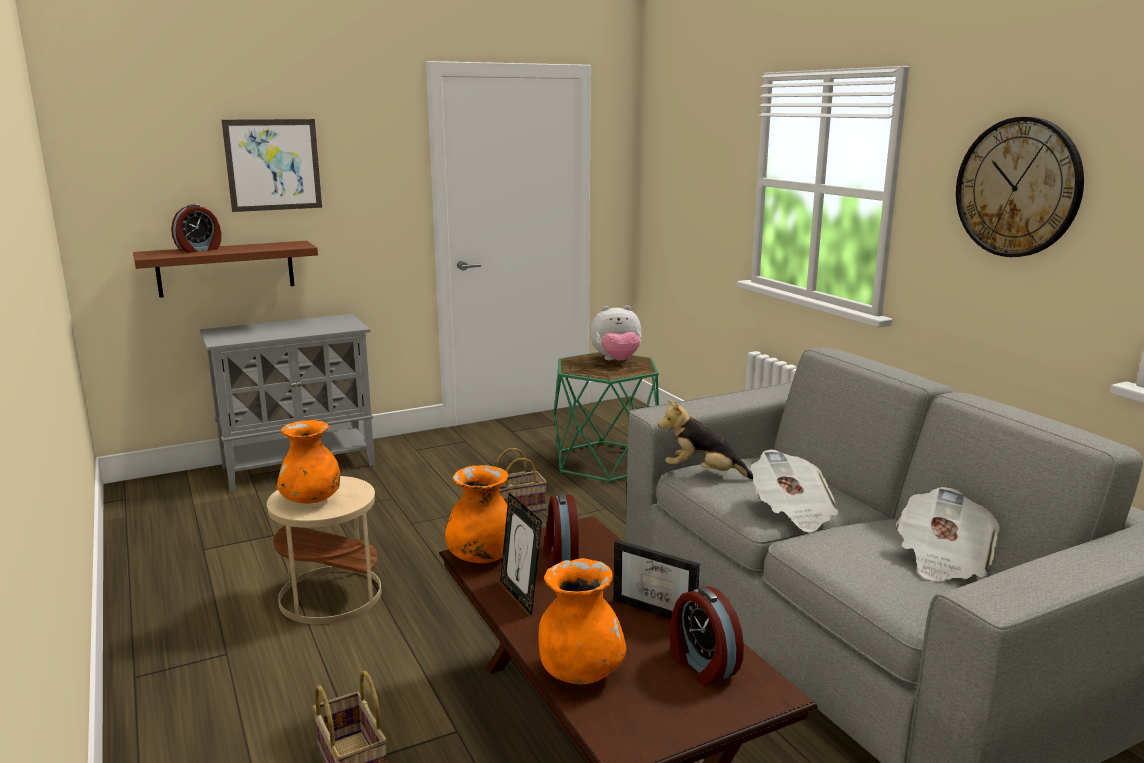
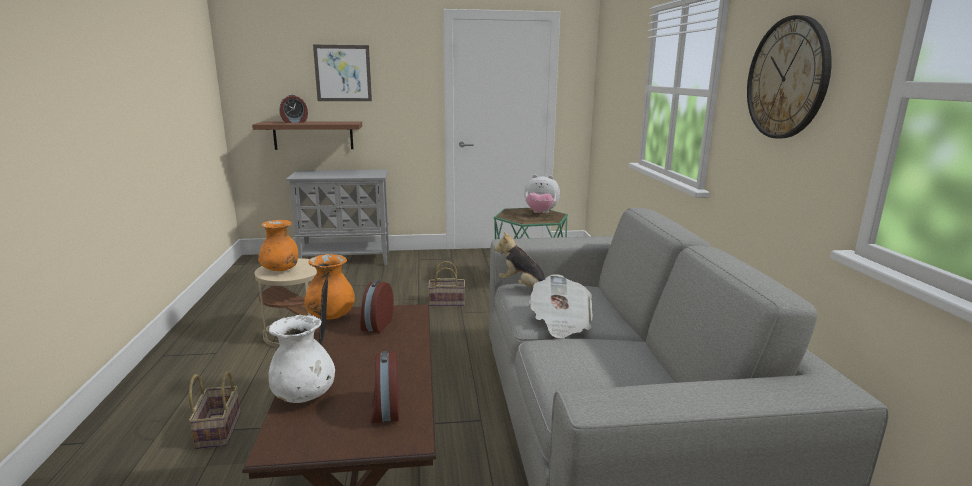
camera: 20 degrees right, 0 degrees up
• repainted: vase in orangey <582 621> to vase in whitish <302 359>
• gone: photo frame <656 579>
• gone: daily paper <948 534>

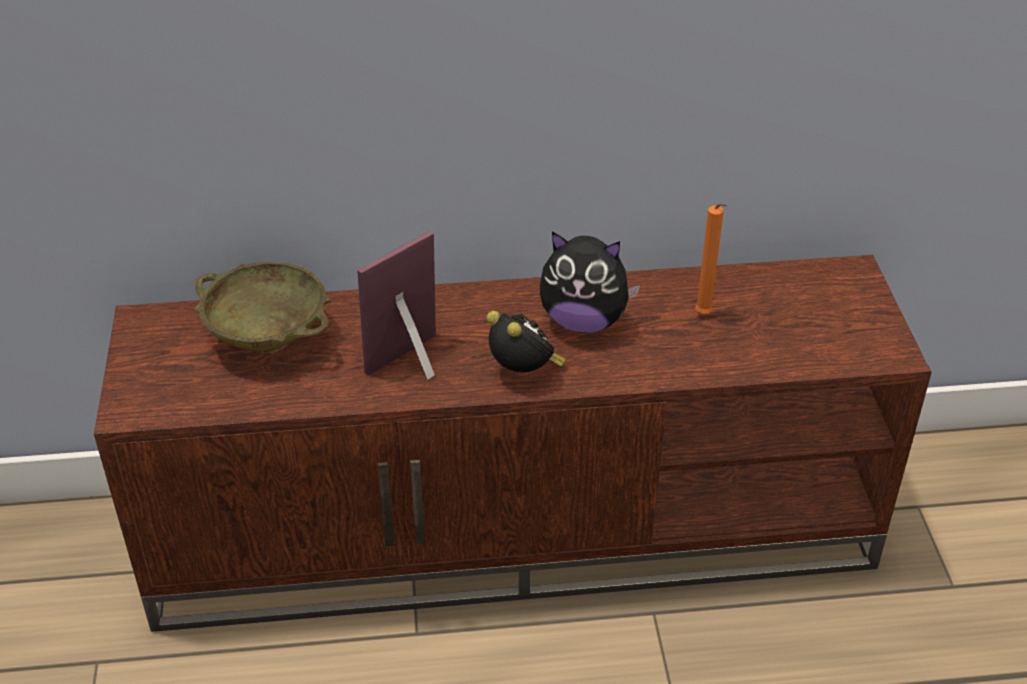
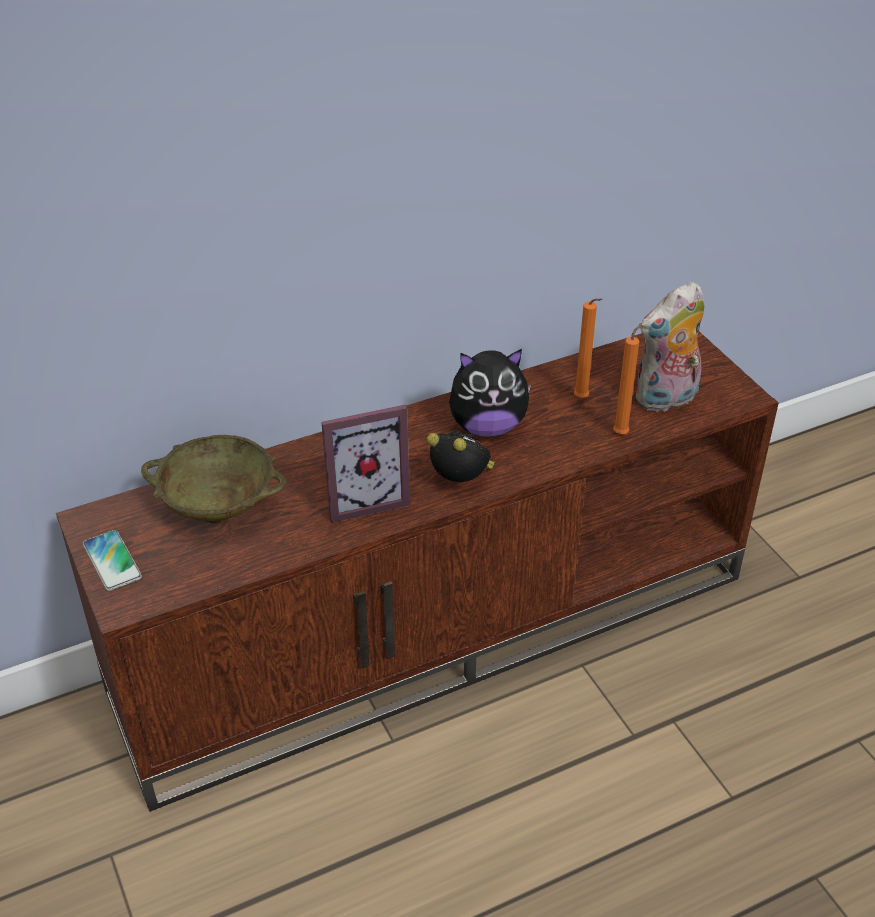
camera: 20 degrees left, 0 degrees up
• rotated: photo frame <396 305> = <366 464> 135 degrees counterclockwise
• new: telephone <112 560>
• new: candle in orangey <627 378>
• new: plush toy <670 347>

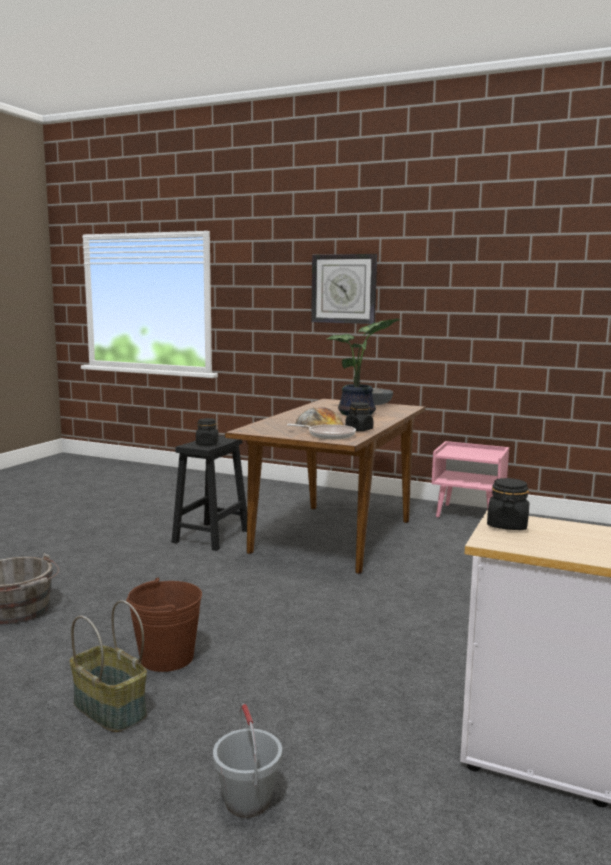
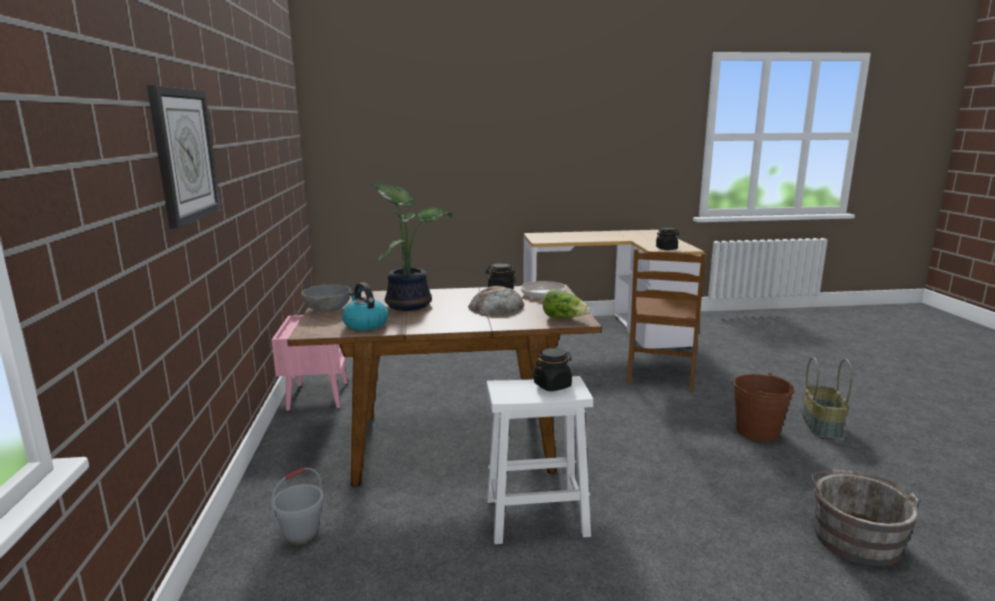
camera: 120 degrees left, 5 degrees up
• repainted: stool in blackish <209 493> to stool in whitish <540 460>
• shifted: bucket in greyish <247 760> to <297 506>
• new: tea kettle <365 306>
• new: lettuce <567 303>
• new: plain chair in brown <666 320>

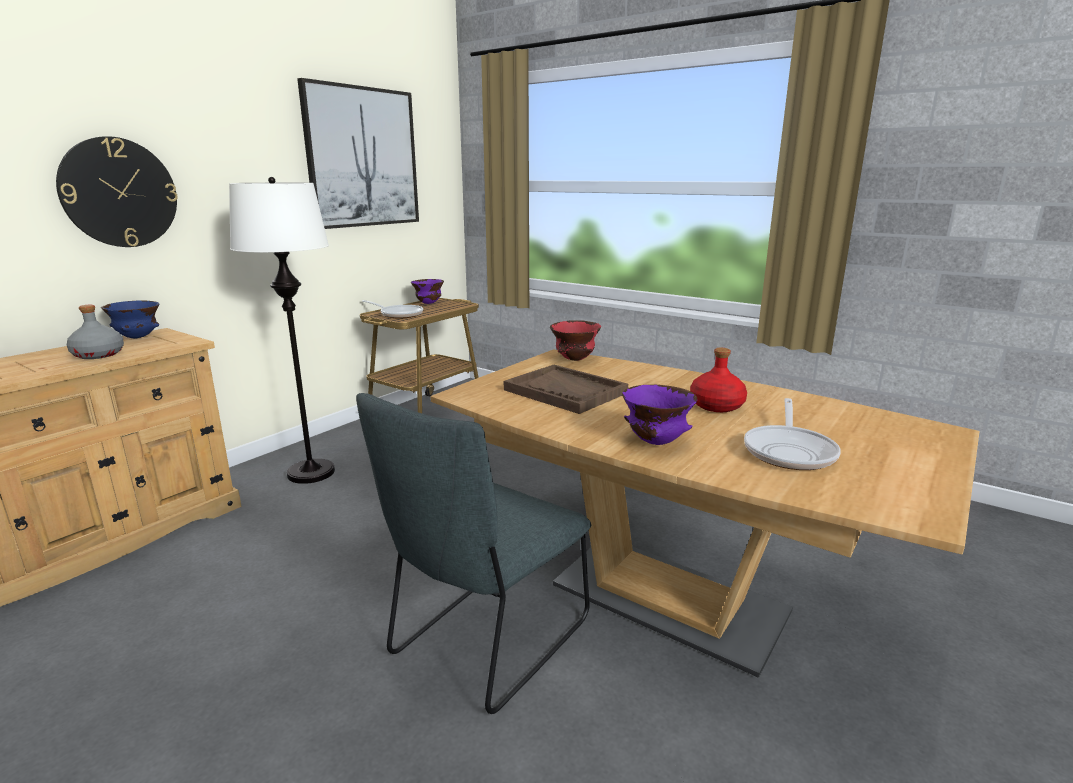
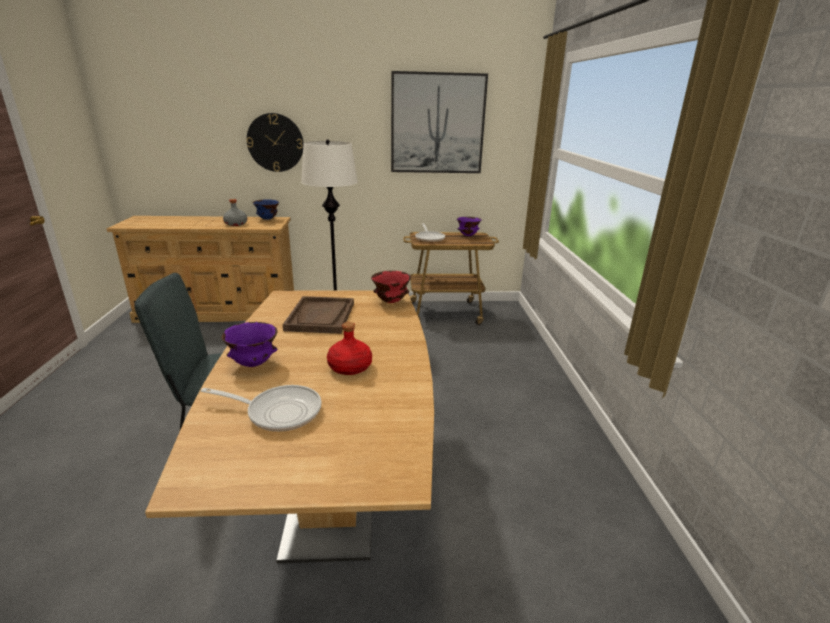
camera: 50 degrees right, 5 degrees up
• rotated: pan <792 434> = <261 408> 150 degrees counterclockwise

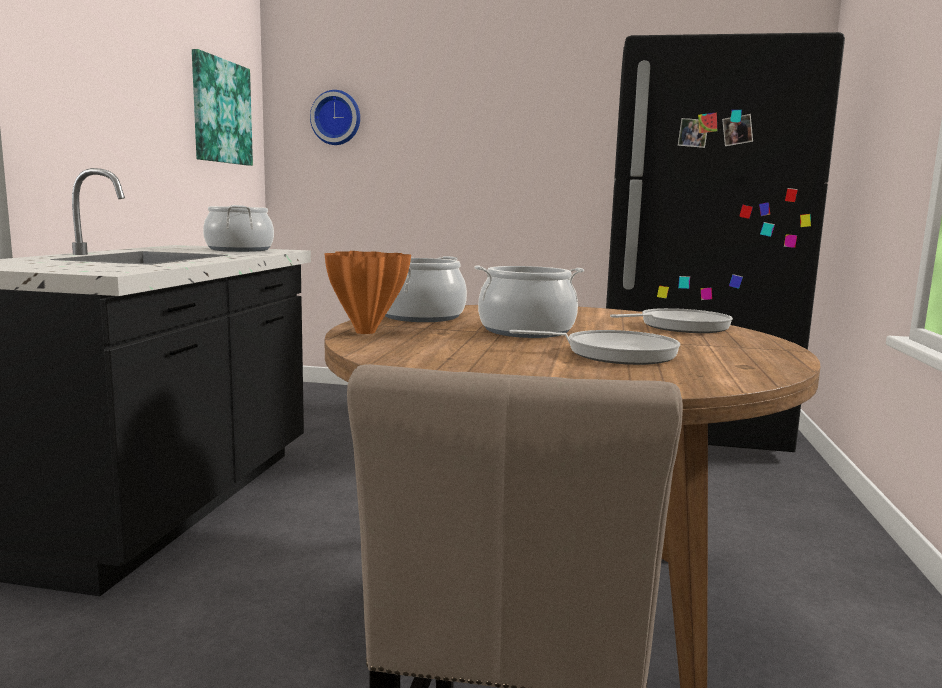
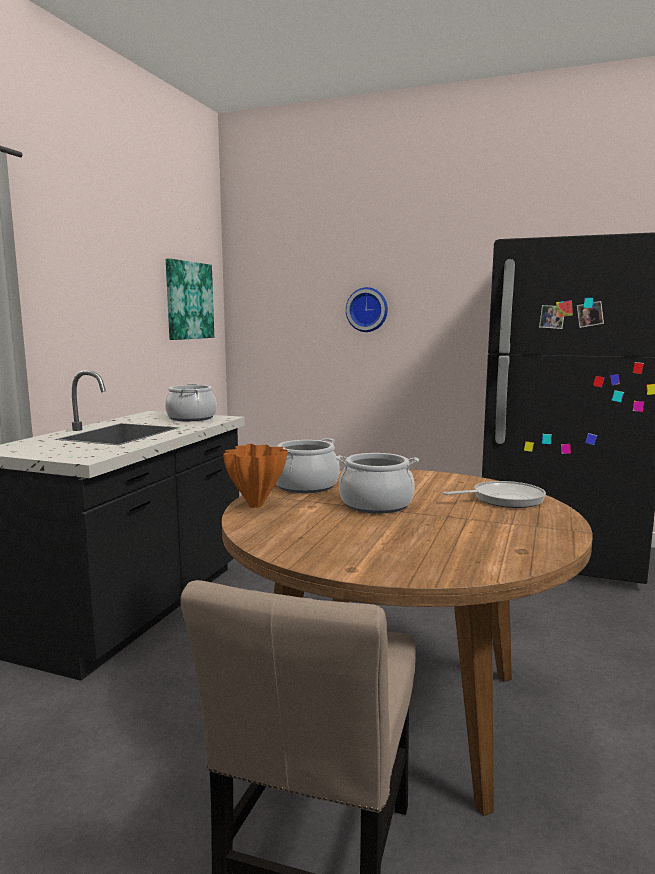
camera: 10 degrees right, 0 degrees up
• shifted: hanging clock <335 117> to <367 309>
• gone: pan <594 347>

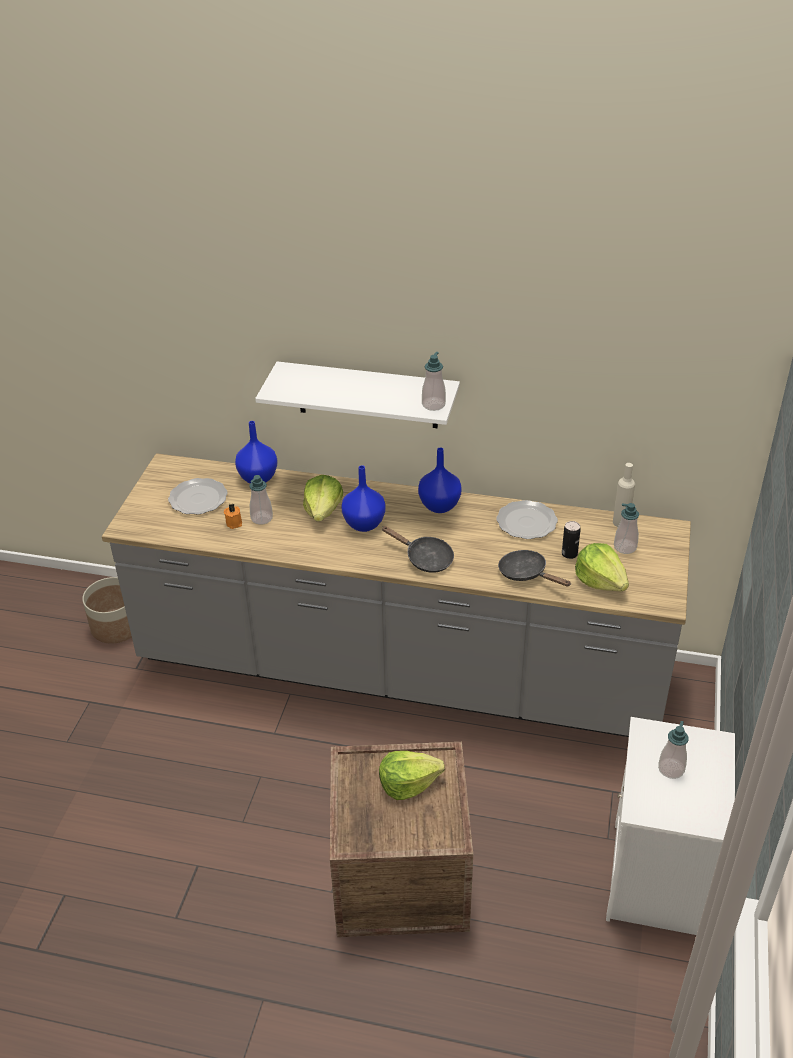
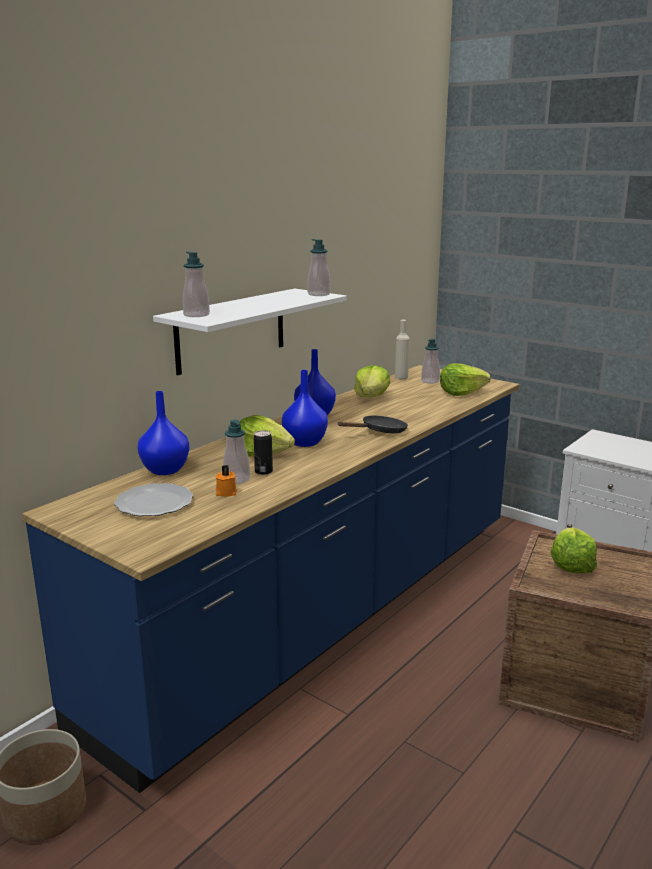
camera: 65 degrees left, 20 degrees down
• repainted: counter in greyish <396 595> to counter in bluish <271 579>
• swapped: plate <527 519> to lettuce <372 381>
• gone: pan in blackish <534 568>
• shifted: can <571 540> to <263 452>
• shifted: soap bottle <673 750> to <196 284>

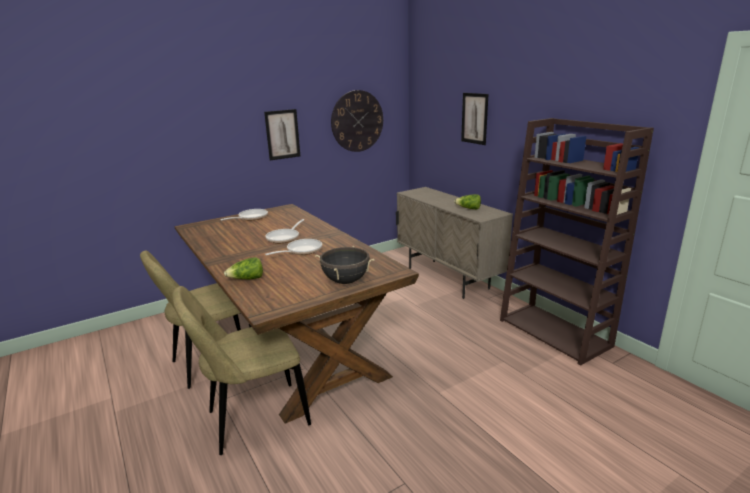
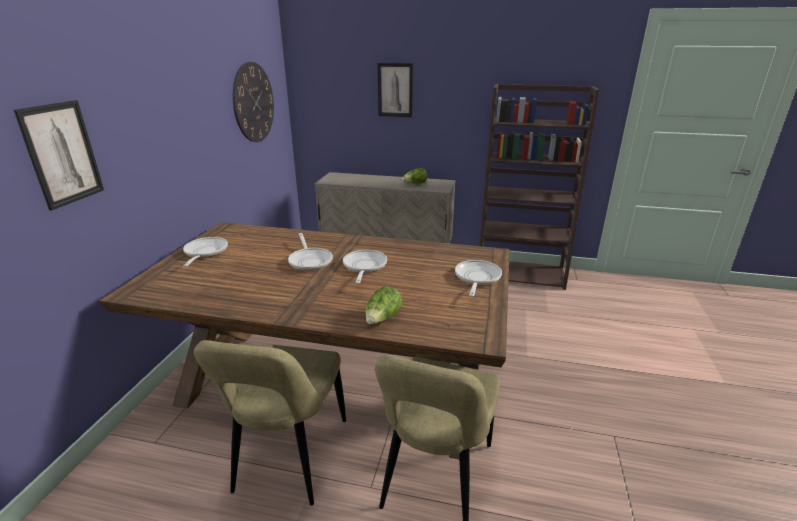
camera: 45 degrees left, 5 degrees up
• shifted: wall art <282 135> to <58 155>
• swapped: saucepot in blackish <345 265> to pan <478 278>

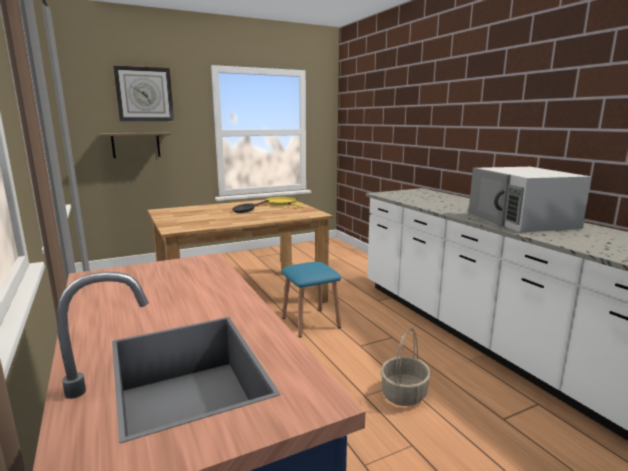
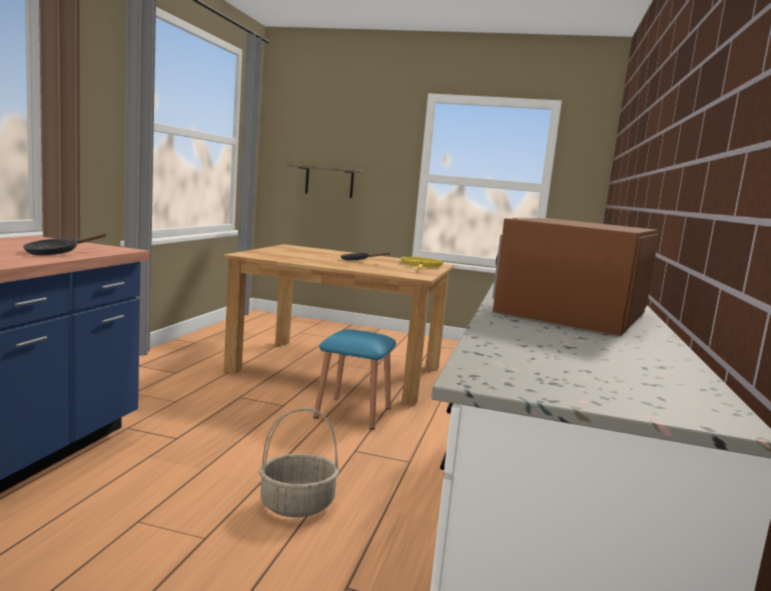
camera: 40 degrees right, 5 degrees down
• gone: hanging clock <143 93>
• repainted: kitchen microwave in whitish <530 199> to kitchen microwave in brown <575 277>
• new: pan in blackish <64 244>

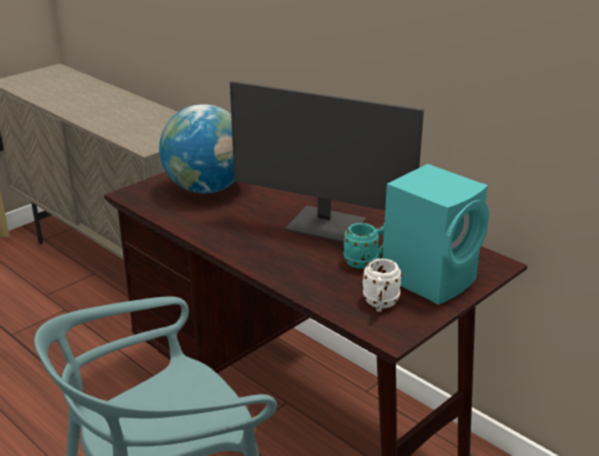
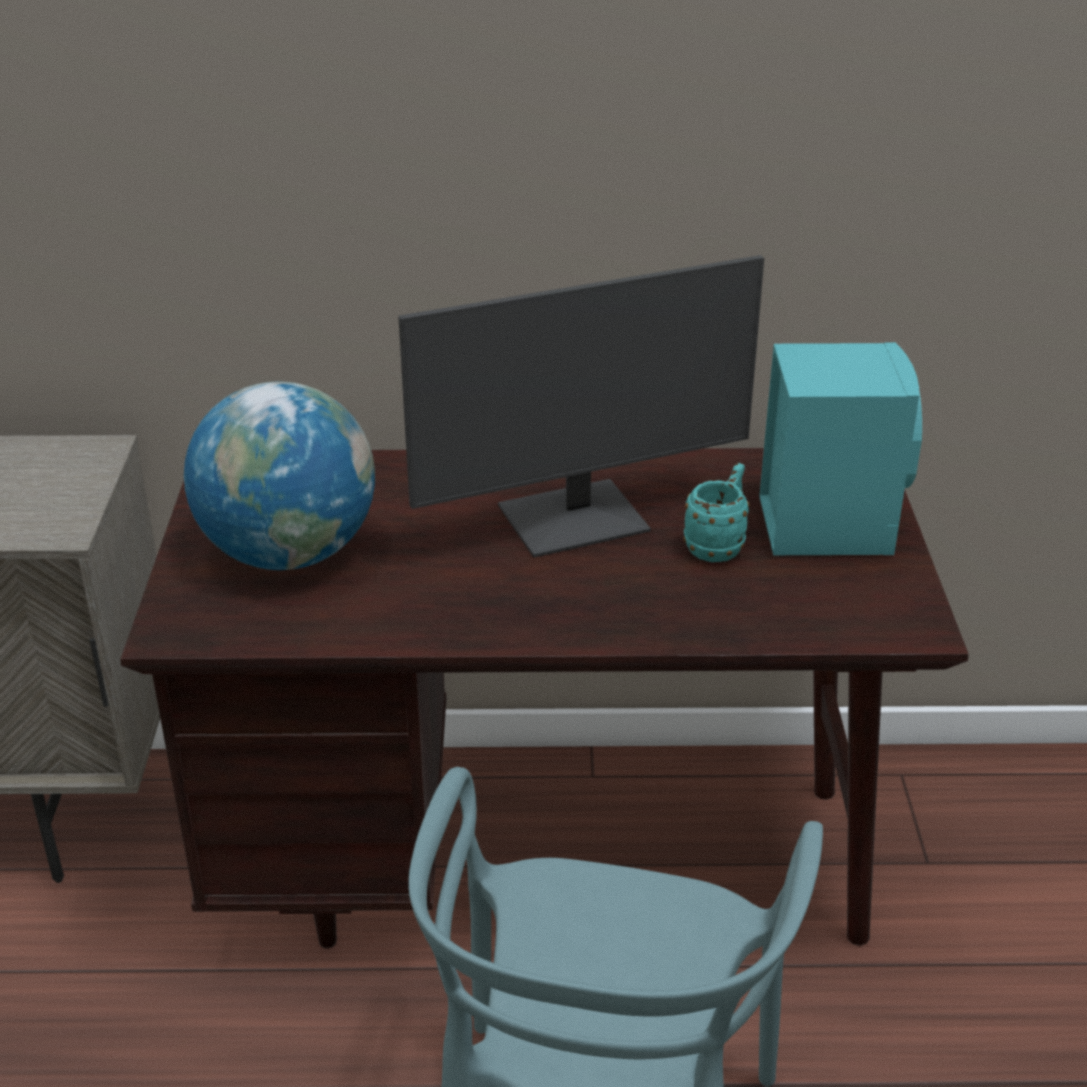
camera: 45 degrees left, 5 degrees up
• gone: mug in whitish <382 285>

